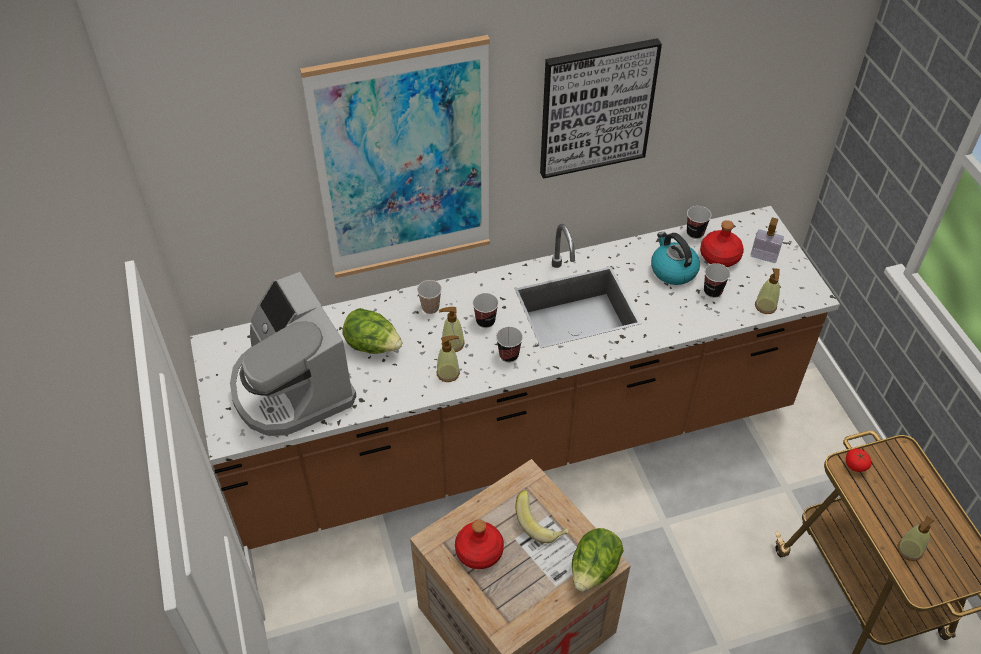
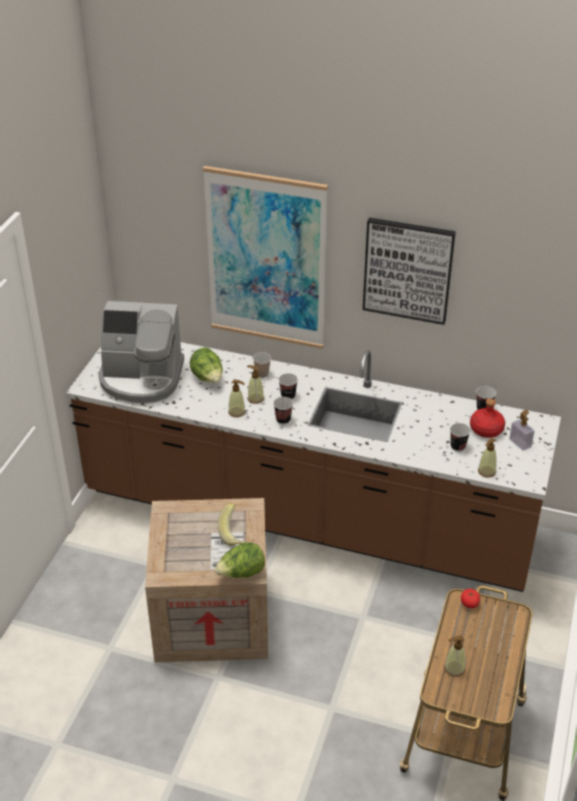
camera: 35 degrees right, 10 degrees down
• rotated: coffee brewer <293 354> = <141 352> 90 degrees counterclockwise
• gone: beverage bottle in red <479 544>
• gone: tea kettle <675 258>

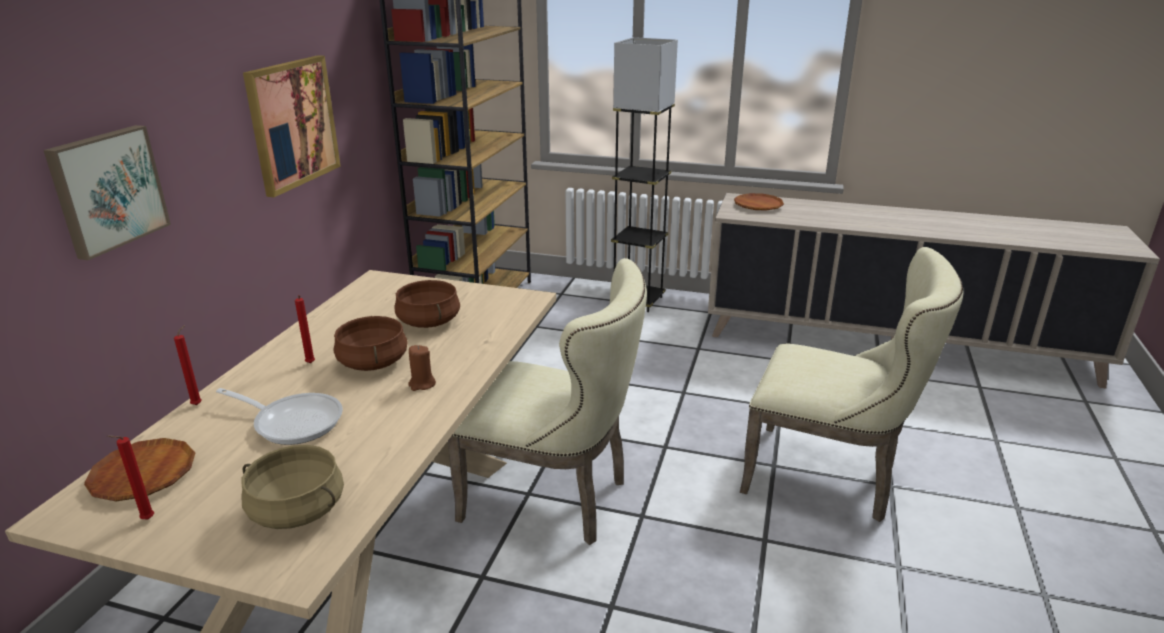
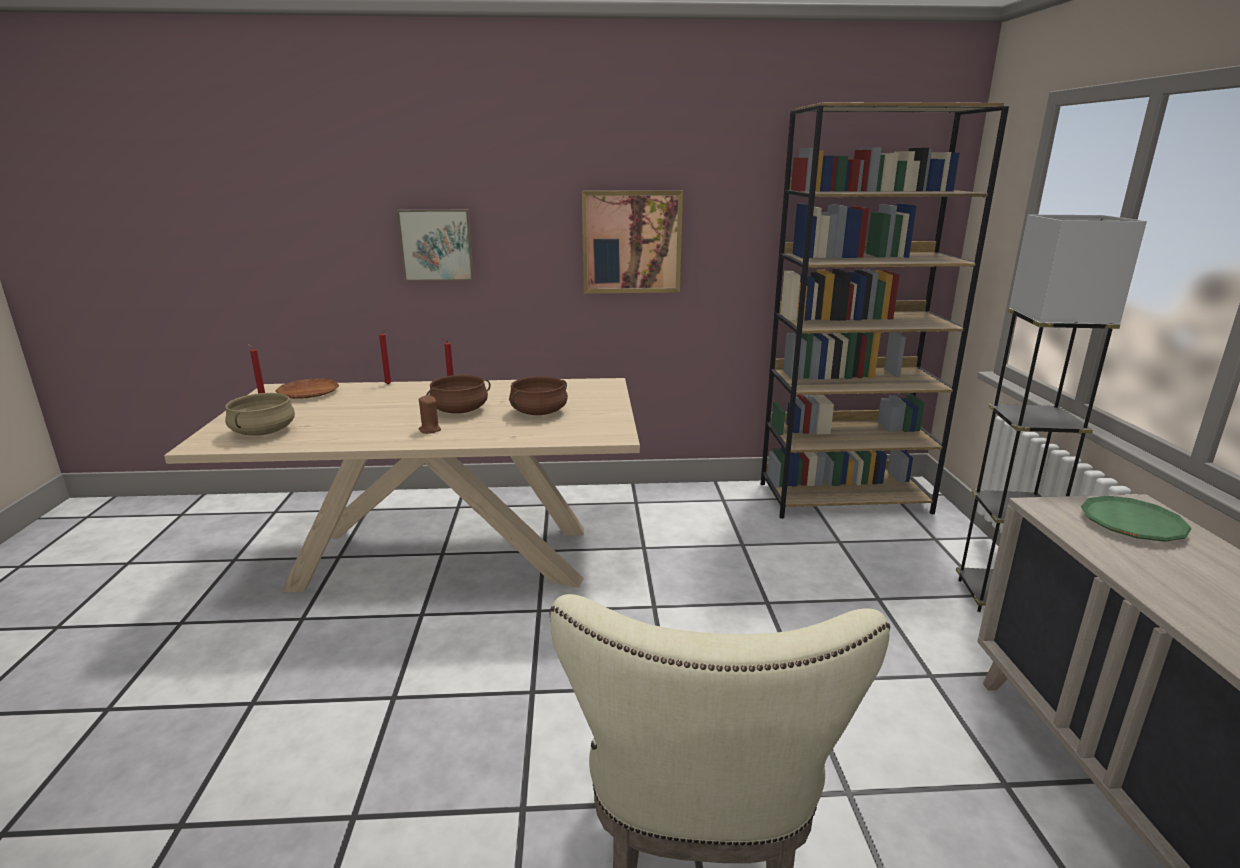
camera: 70 degrees right, 5 degrees down
• gone: pan <279 416>
• gone: plain chair in beige-coloured <547 401>
• repainted: plate in brown <759 202> to plate in green-coloured <1136 519>

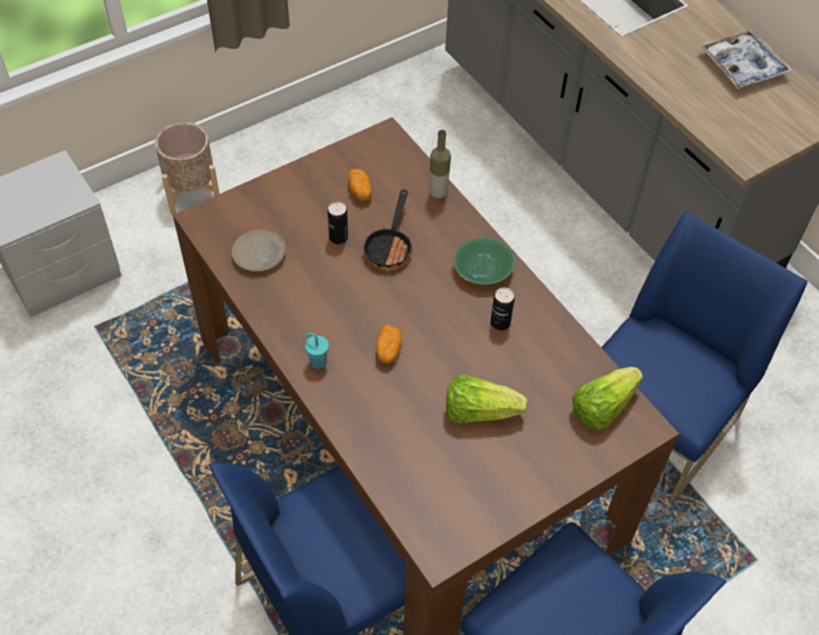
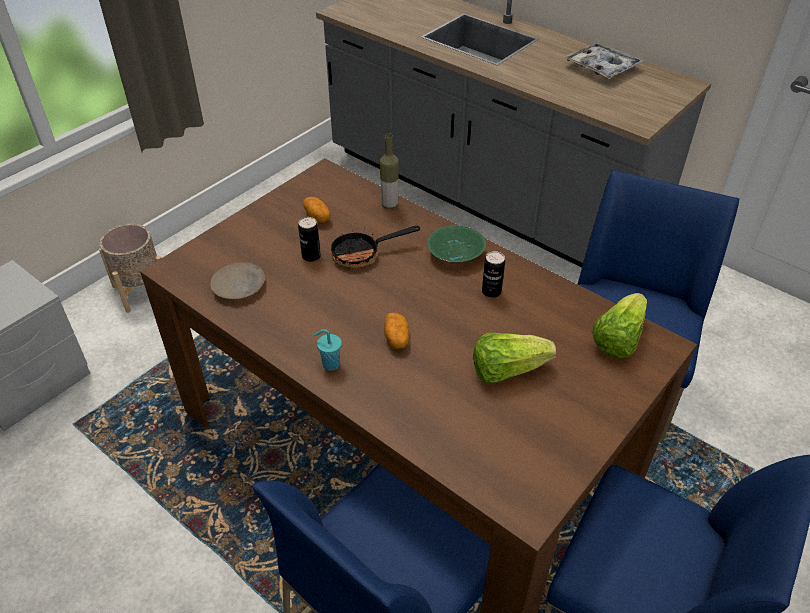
camera: 15 degrees left, 10 degrees down
• rotated: pan <387 230> = <375 245> 75 degrees clockwise

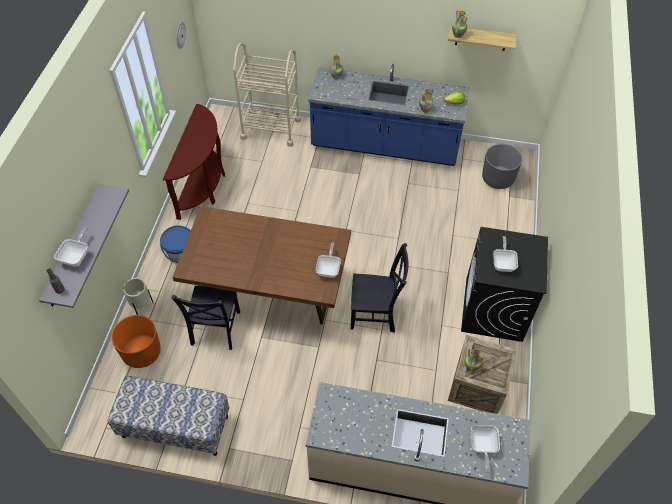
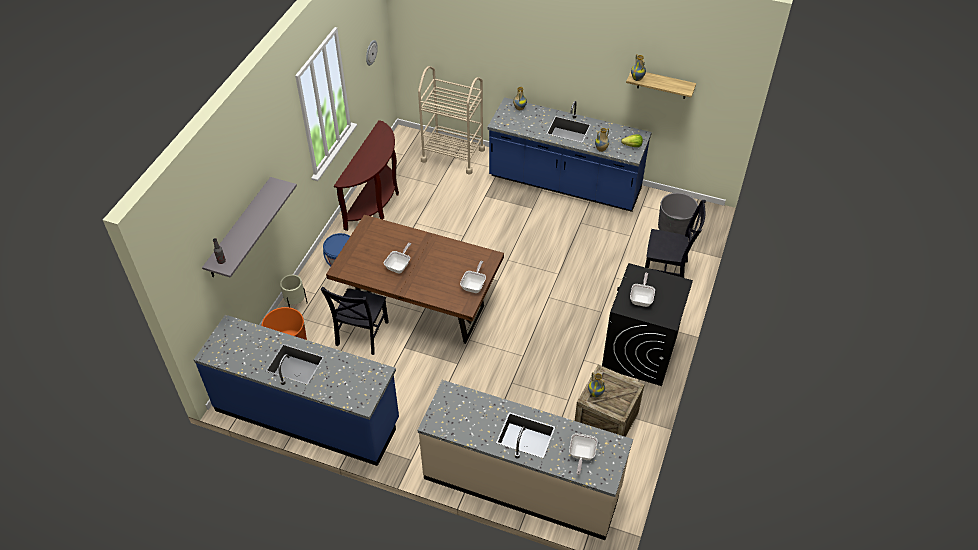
camera: 10 degrees right, 5 degrees down
• shifted: pan <71 246> to <397 258>
• swapped: indoor bench <168 416> to counter in bluish <296 390>
• shifted: plain chair in blackish <380 288> to <675 239>

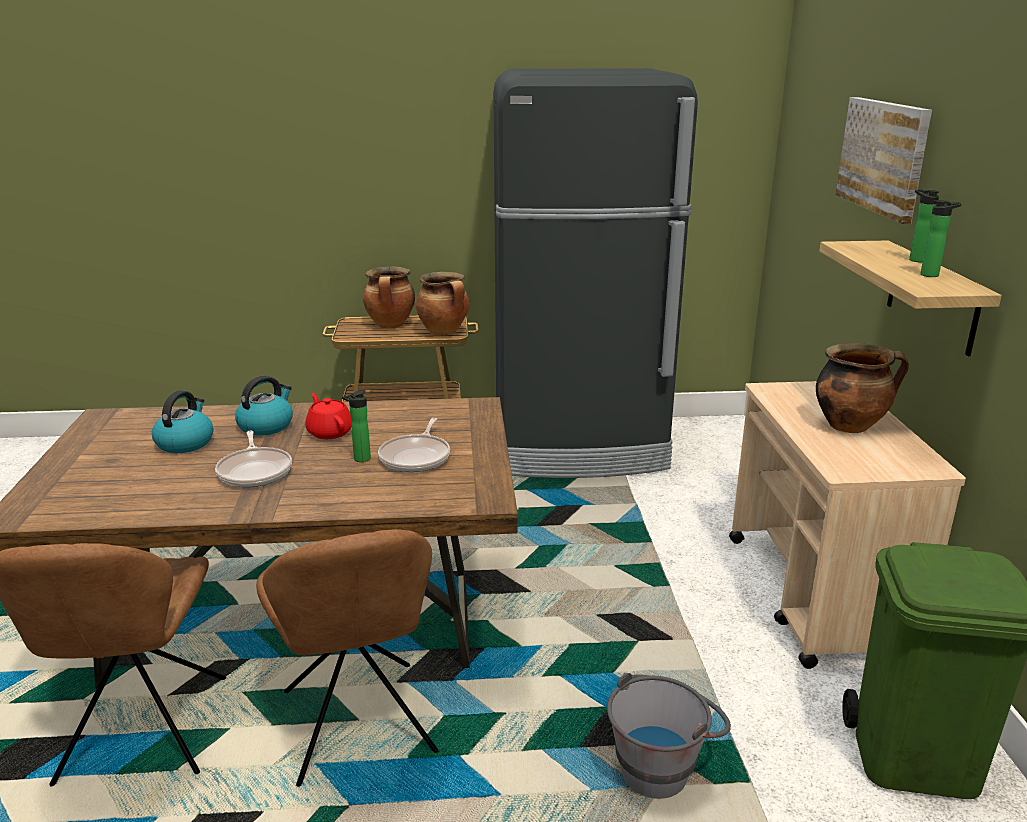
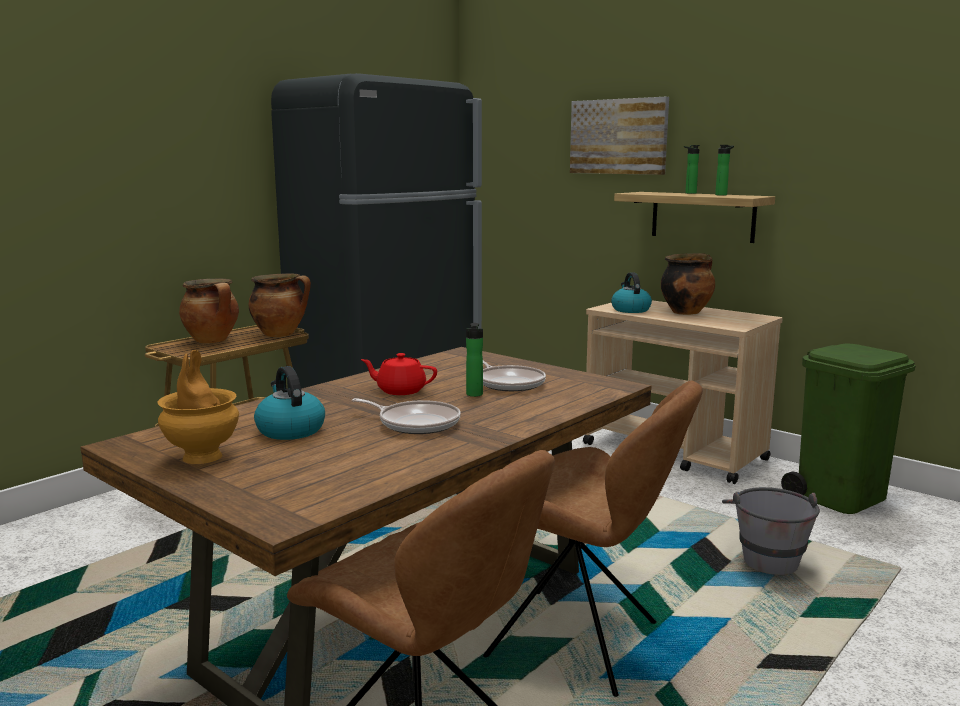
camera: 45 degrees left, 10 degrees down
• shifted: tea kettle <264 406> to <631 292>
• new: vase in brown <198 407>

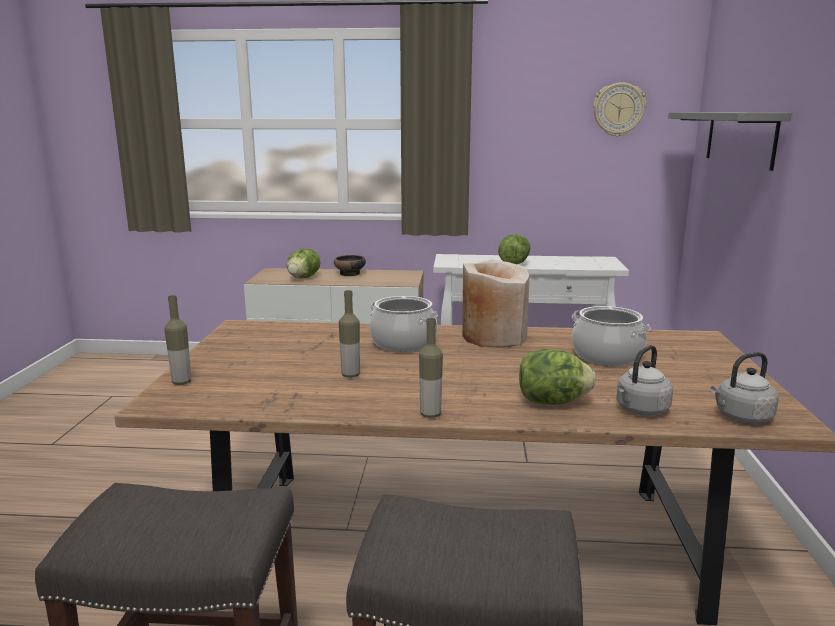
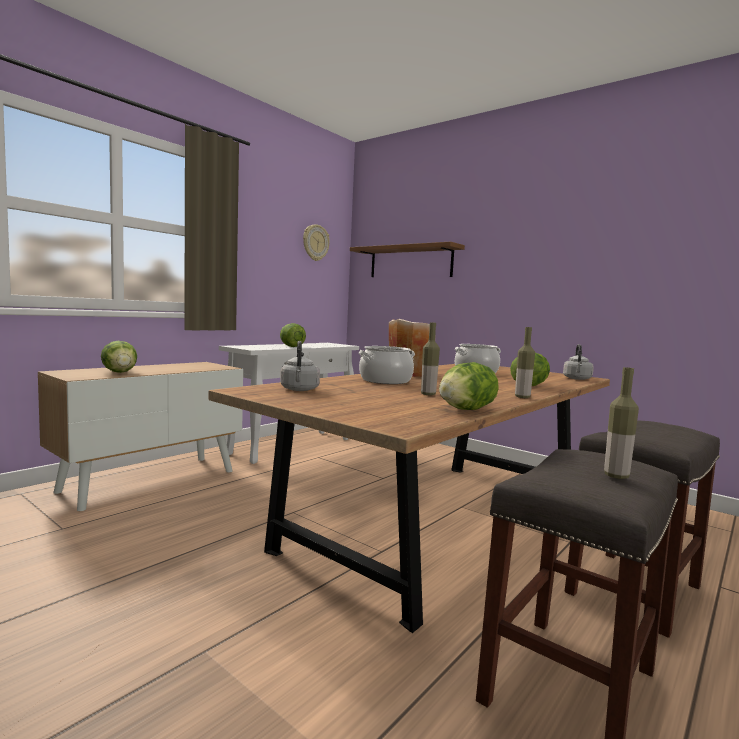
camera: 55 degrees left, 10 degrees down
• shifted: beverage bottle <178 340> to <621 423>
• gone: deep dish <350 265>
• shifted: tea kettle in greyish <644 380> to <300 366>
• repainted: bracket shelf in greyish <730 141> to bracket shelf in brown <407 259>
• new: lettuce <469 386>

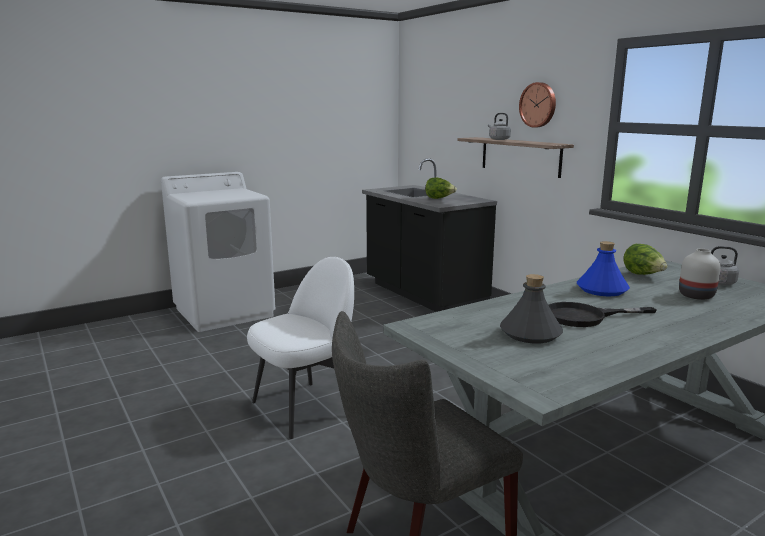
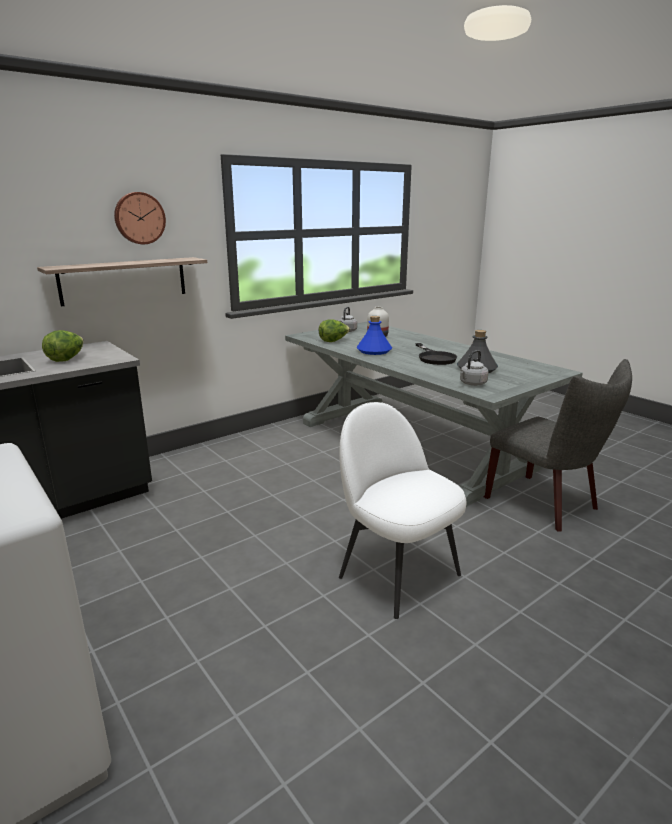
camera: 95 degrees left, 5 degrees up
• shifted: tea kettle in greyish <499 126> to <474 368>

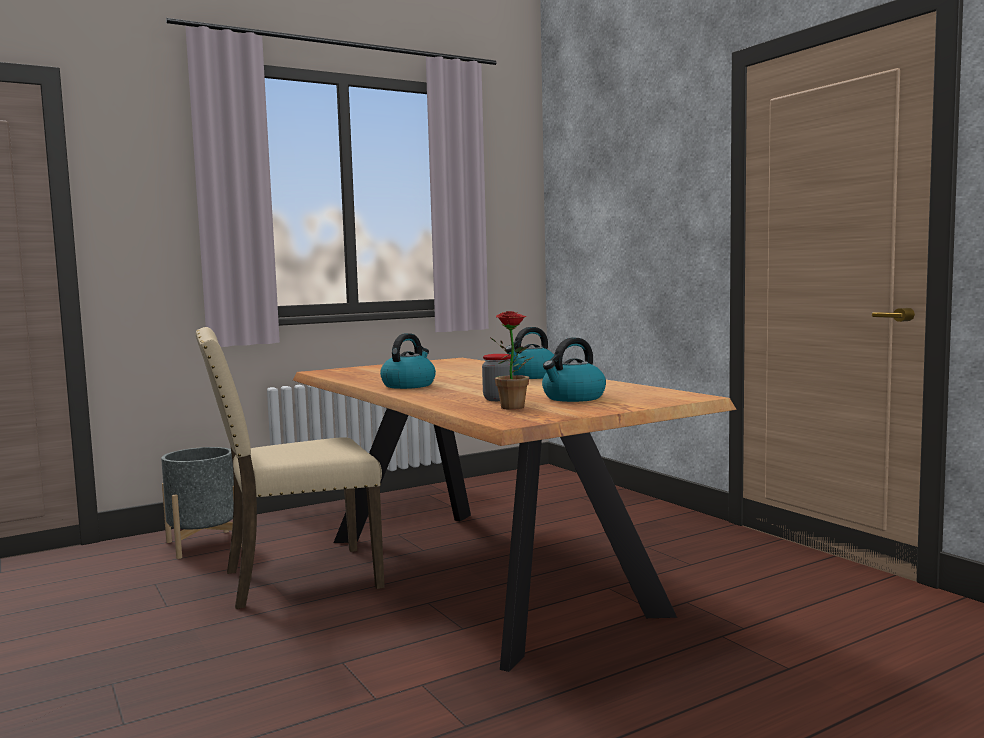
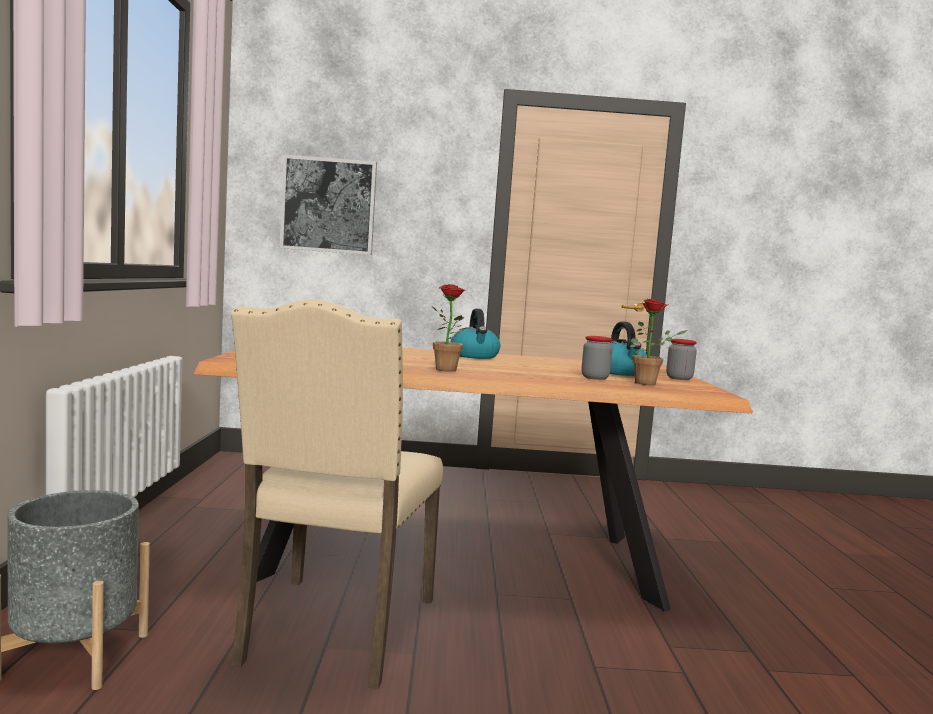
camera: 60 degrees left, 0 degrees up
• swapped: tea kettle <408 361> to houseplant <449 328>
• new: wall art <328 204>
• new: preserve jar <681 359>

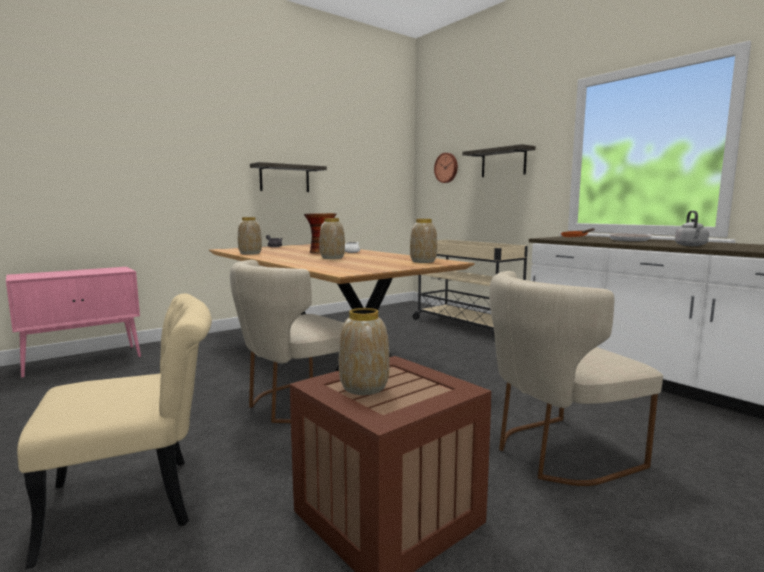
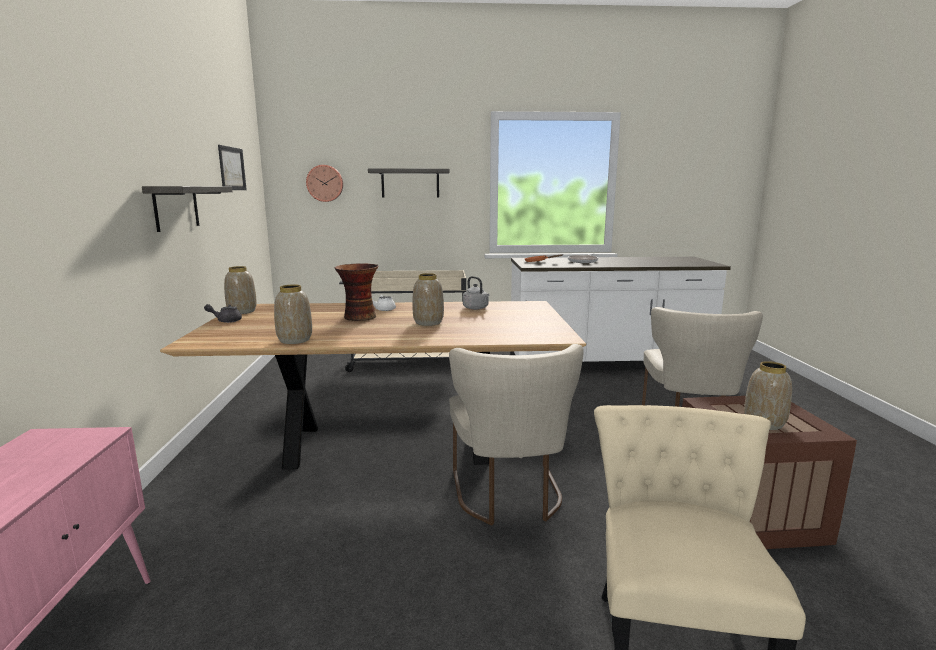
camera: 55 degrees left, 5 degrees up
• shifted: vase <423 241> to <240 290>
• shifted: tea kettle in greyish <692 228> to <476 293>
• new: wall art <232 167>

